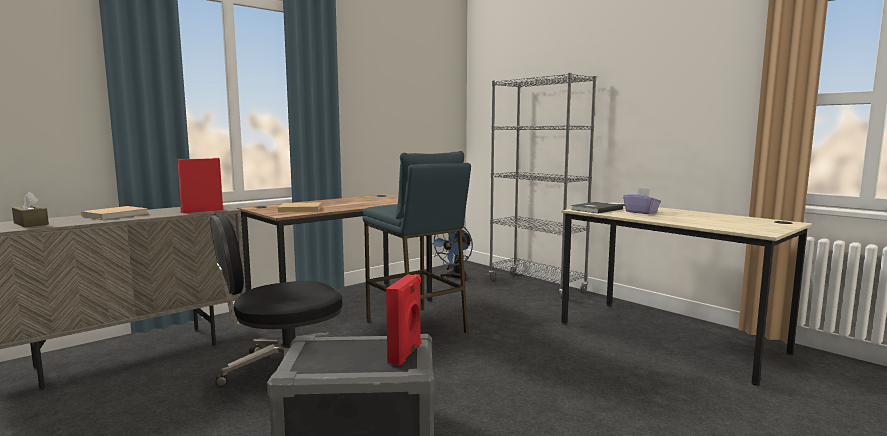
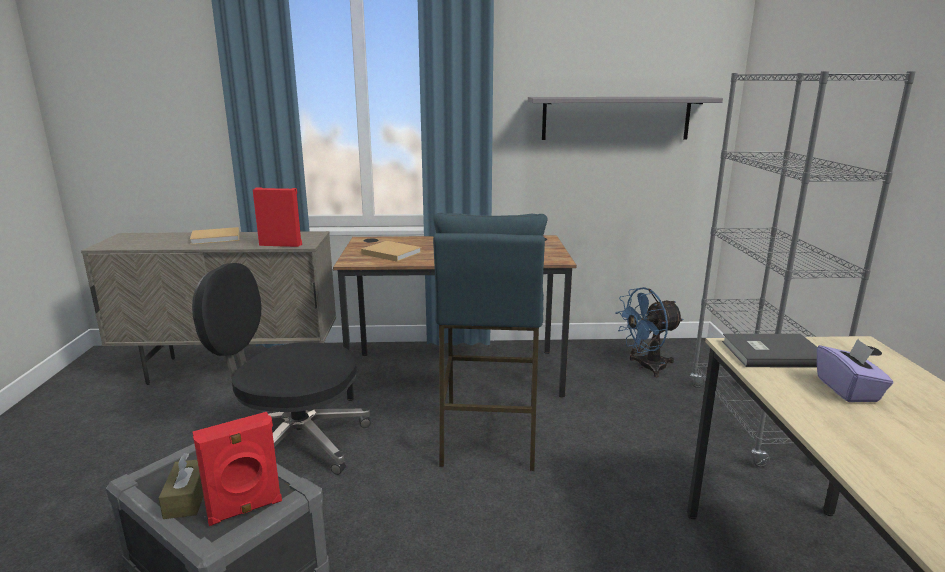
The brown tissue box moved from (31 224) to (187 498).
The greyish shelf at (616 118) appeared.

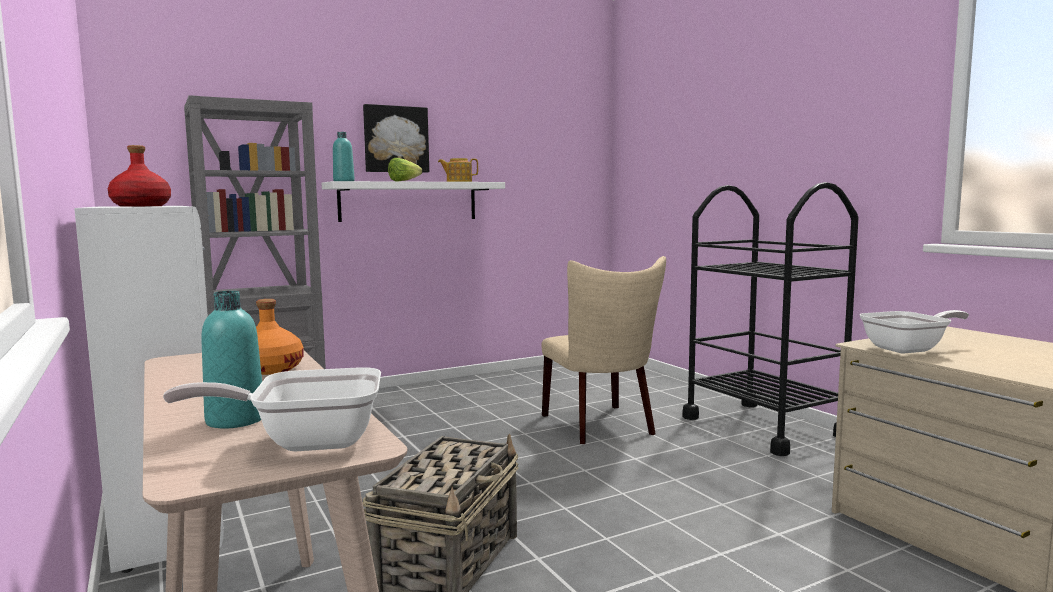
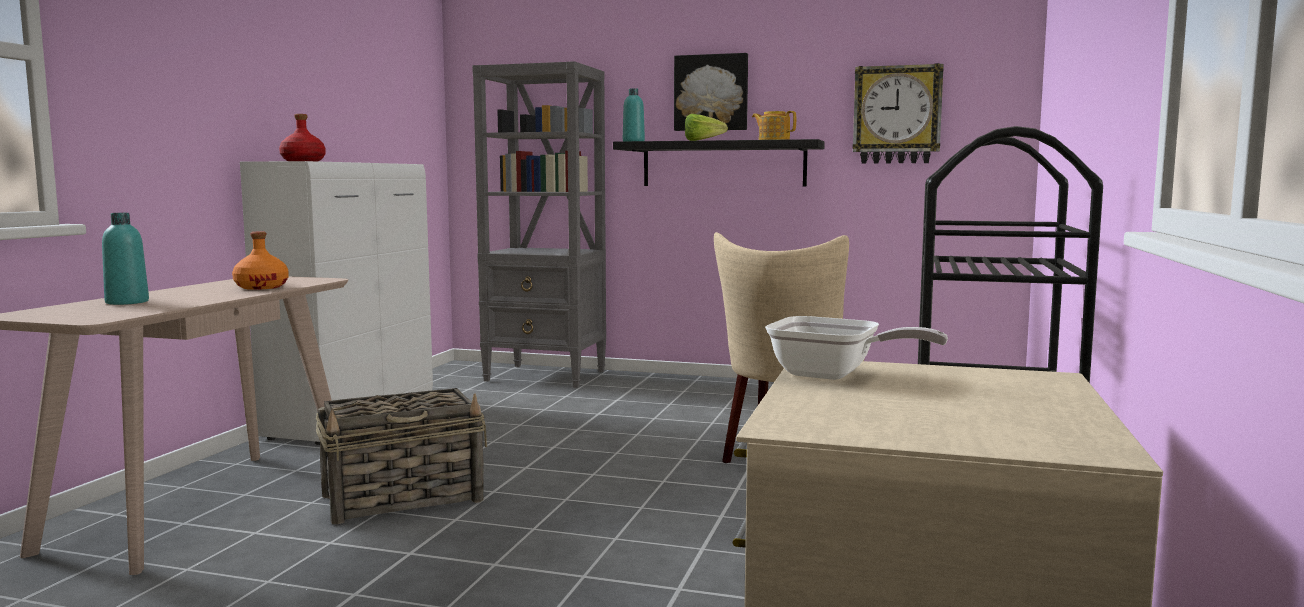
The whitish shelf at (409 201) became the blackish shelf at (723 164).
The hanging clock at (897 115) appeared.
The frying pan at (306 441) disappeared.

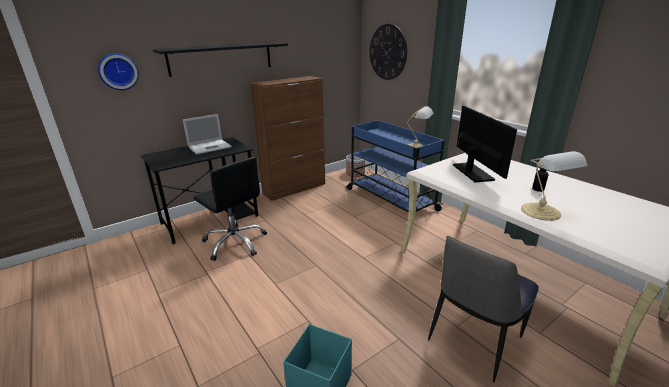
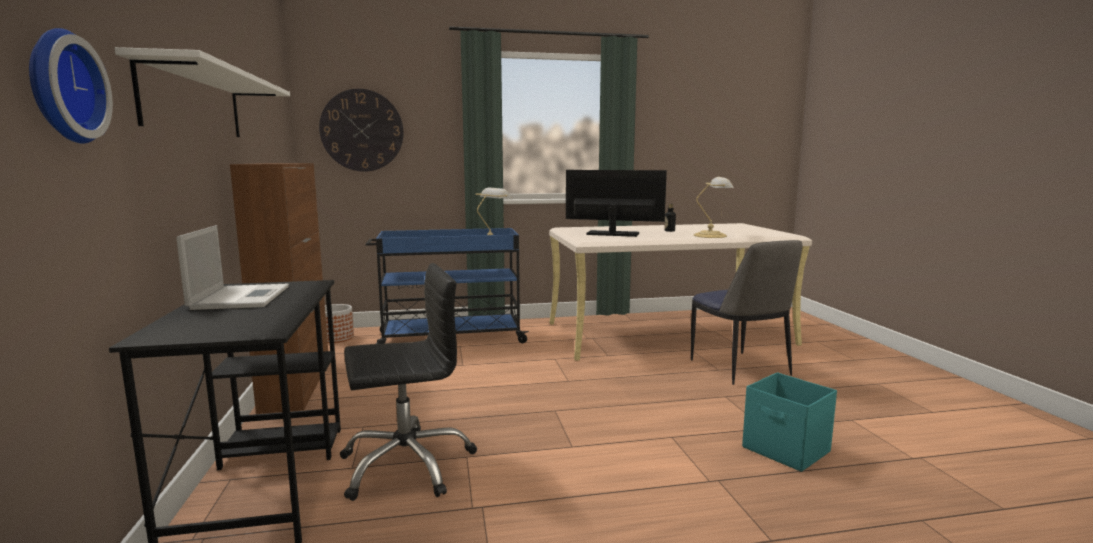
The blackish shelf at (221 58) became the whitish shelf at (194 103).

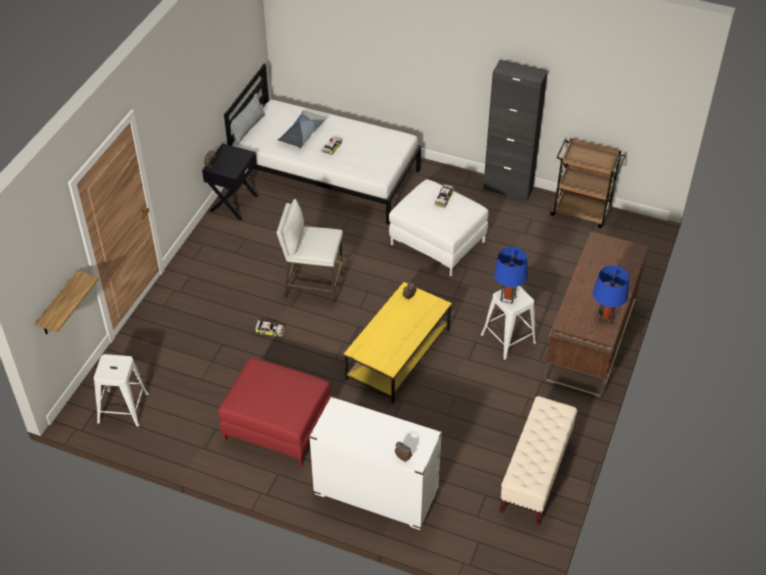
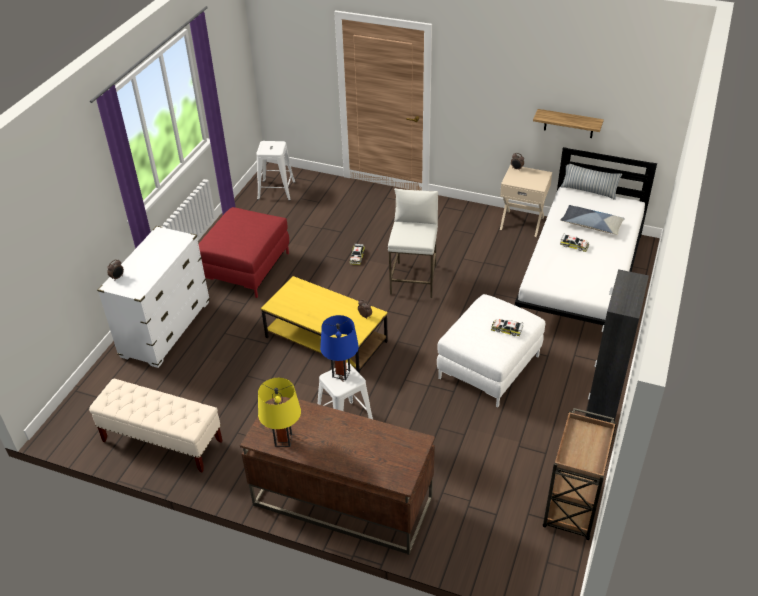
The bluish table lamp at (605 318) became the yellow-coloured table lamp at (283 440).
The blackish night table at (233 203) became the sand-coloured night table at (522 223).
The shelf moved from (58 305) to (569 123).

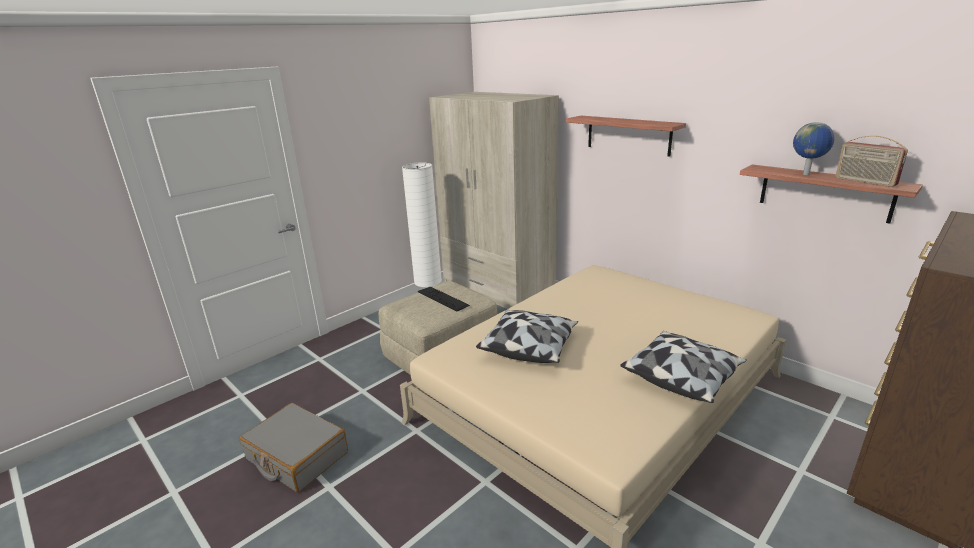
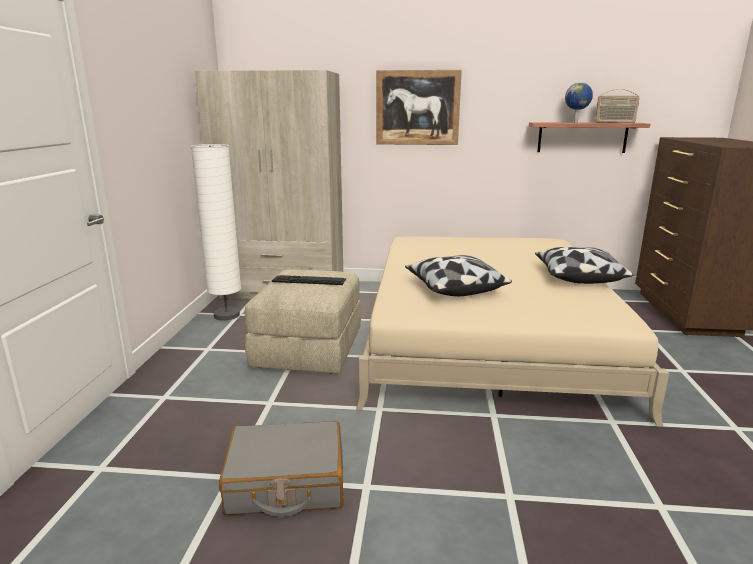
The shelf at (628 135) was replaced by the wall picture at (417 108).

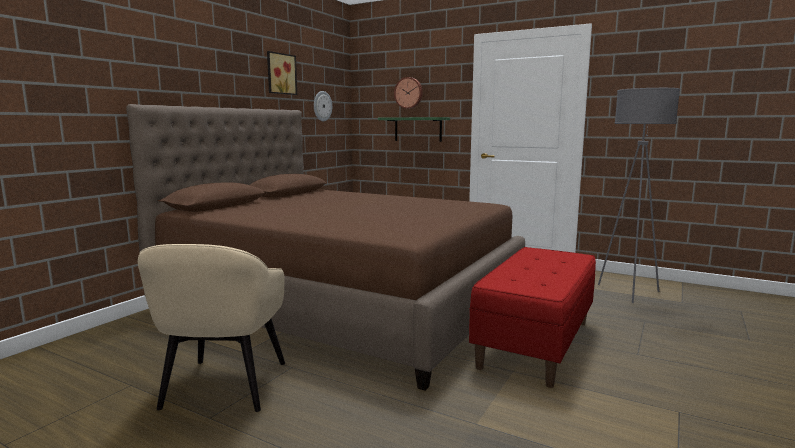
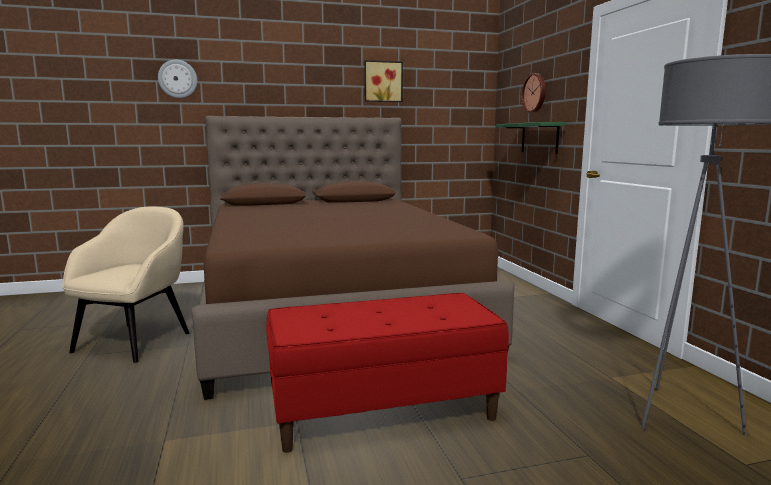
The sand-coloured lounge chair at (224 386) turned 150 degrees clockwise.
The hanging clock moved from (322 106) to (177 79).

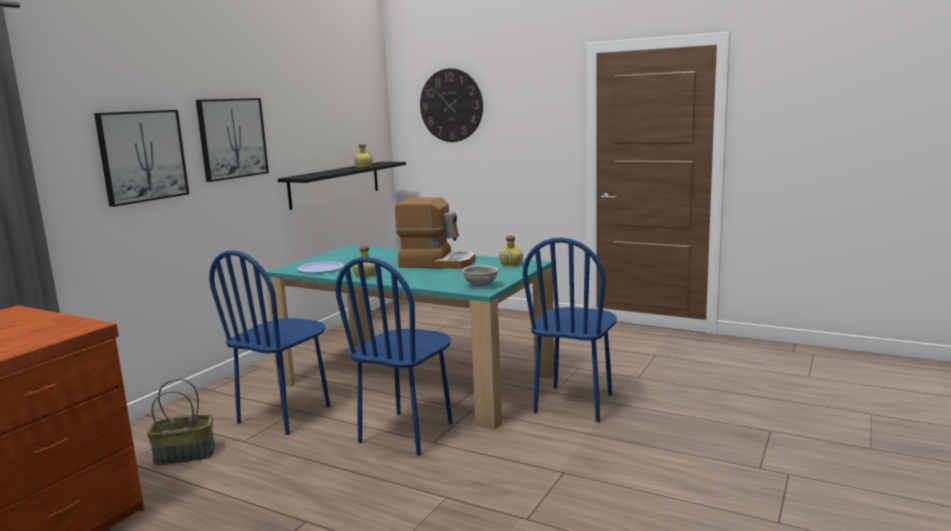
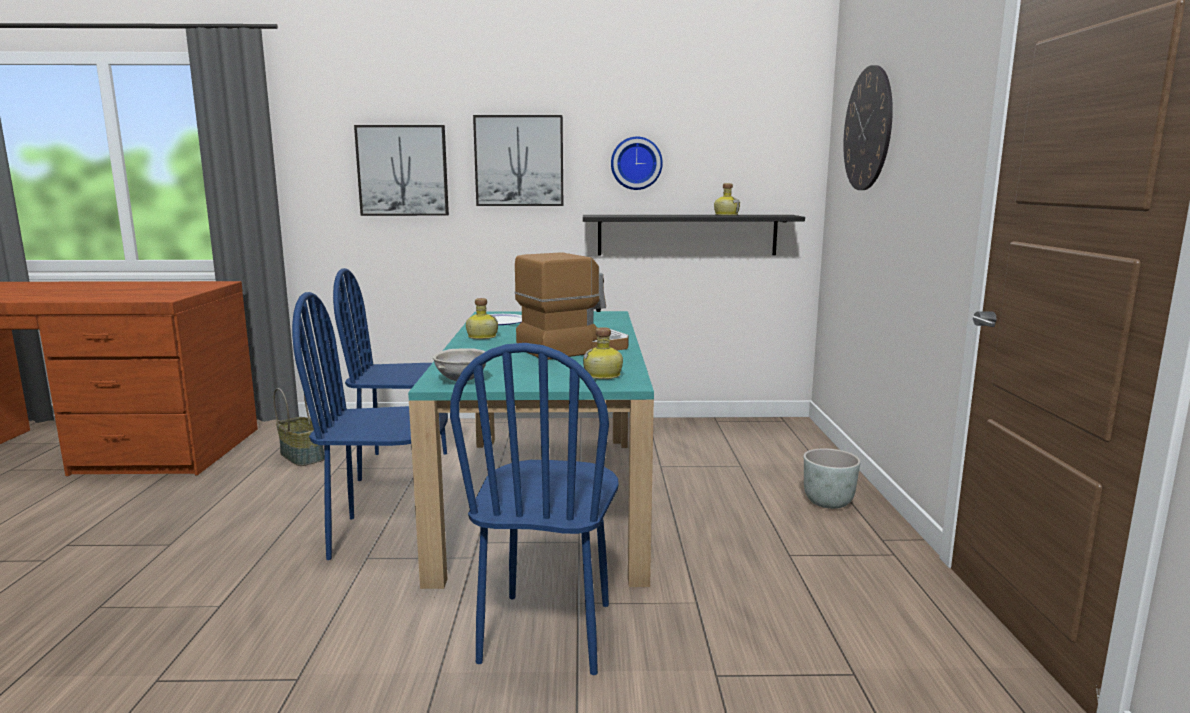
The bluish upright chair at (574 403) turned 75 degrees counterclockwise.
The coffee maker at (437 263) turned 105 degrees counterclockwise.
The hanging clock at (636 163) appeared.
The greyish flower pot at (828 502) appeared.

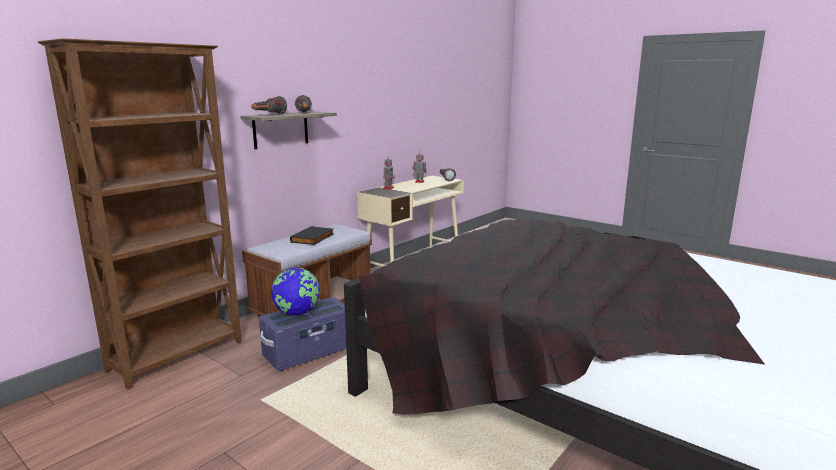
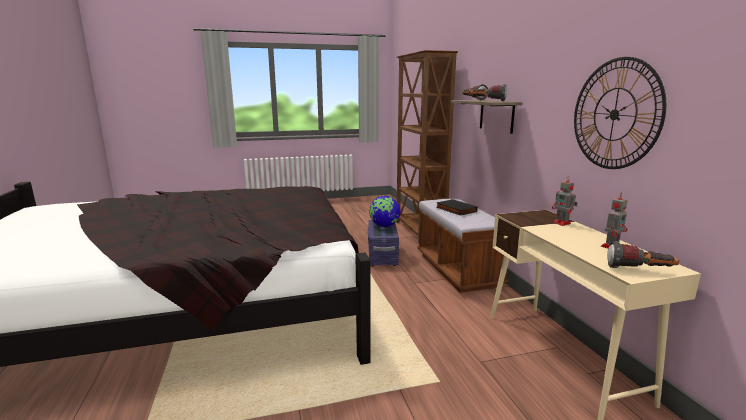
The hanging clock at (614 114) appeared.

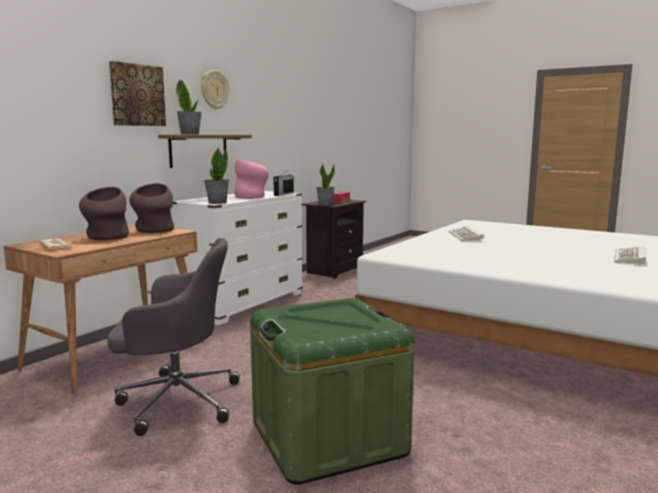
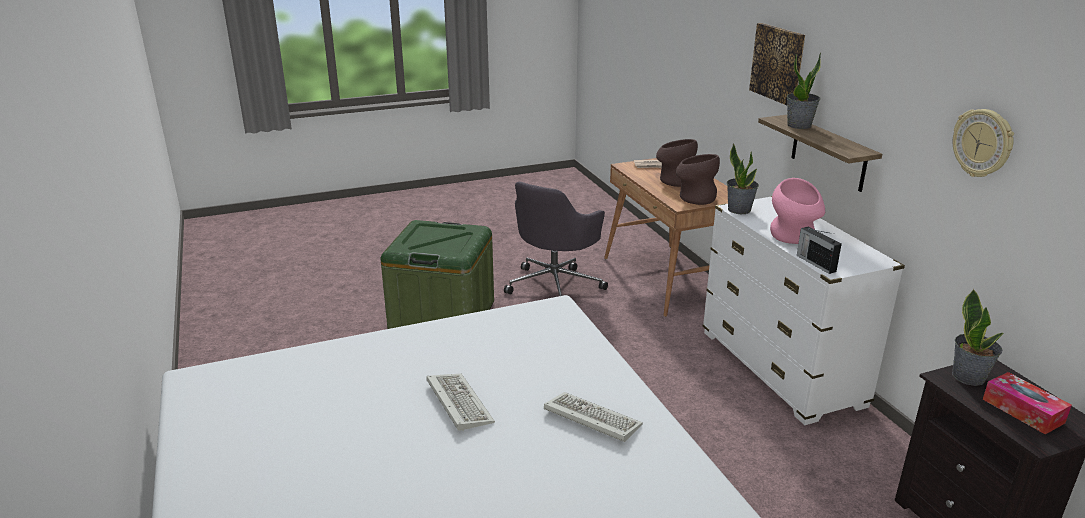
The computer keyboard moved from (631 258) to (457 402).
The hanging clock moved from (214 90) to (982 143).

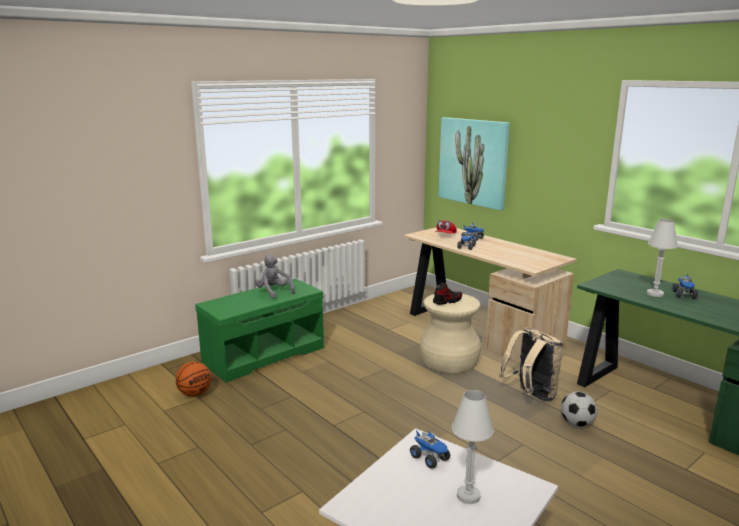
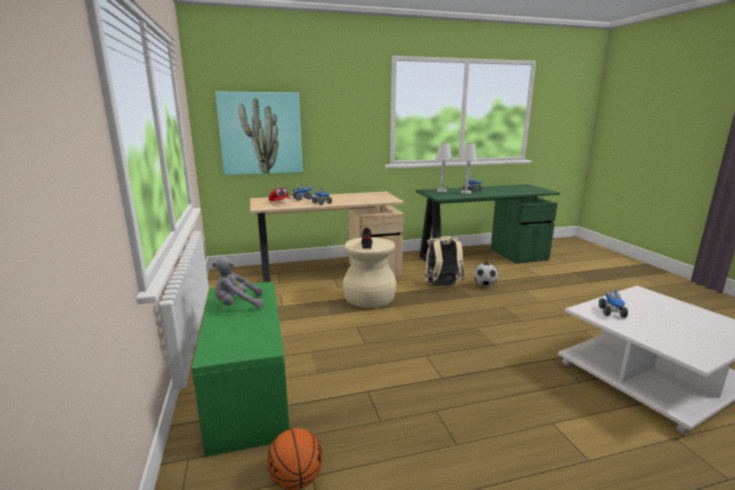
The whitish table lamp moved from (468 496) to (441 191).
The model truck at (430 458) turned 120 degrees clockwise.

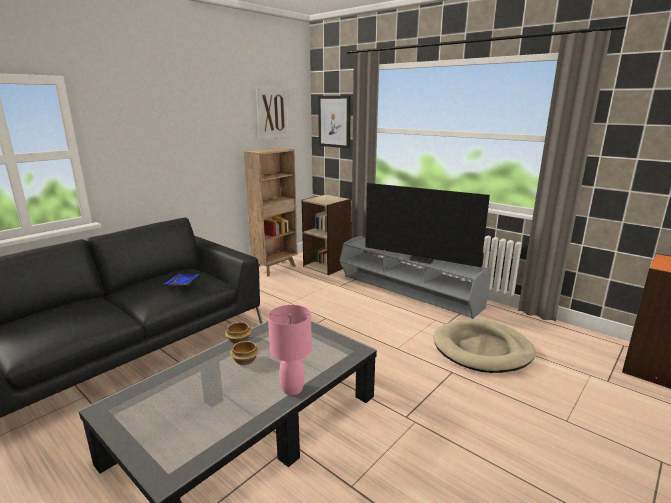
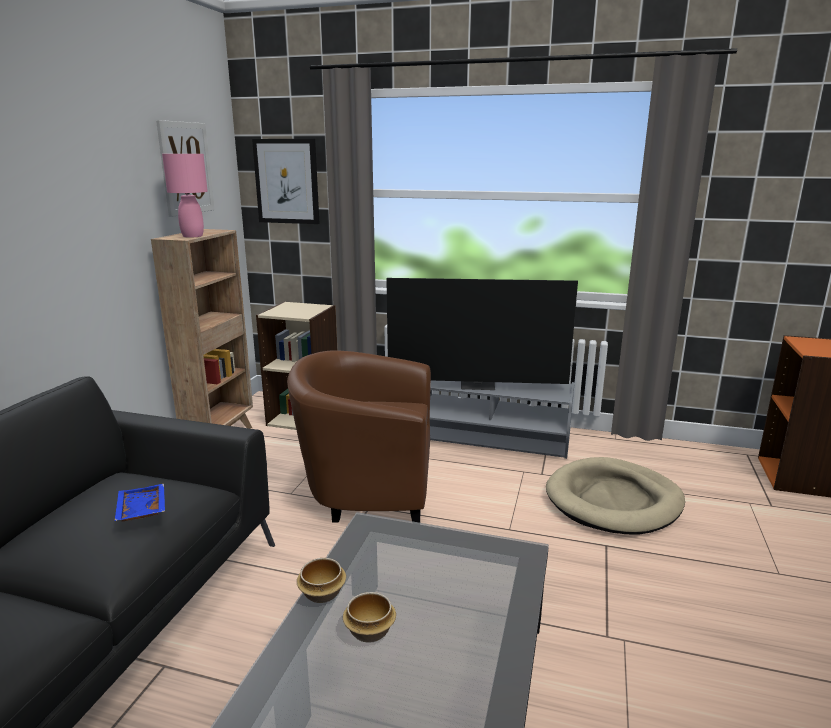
The pinkish table lamp moved from (292 389) to (192 236).
The brown lounge chair at (366 490) appeared.

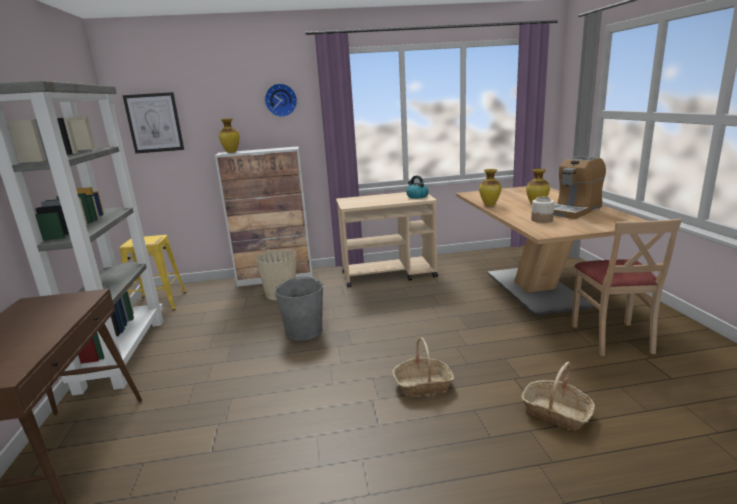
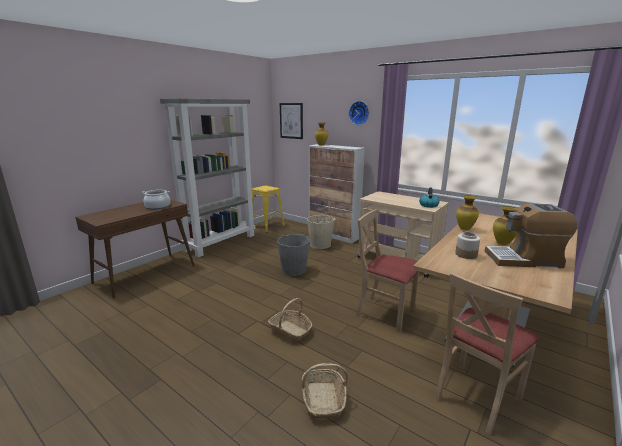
The cooking pot at (158 206) appeared.
The sand-coloured upright chair at (385 312) appeared.

